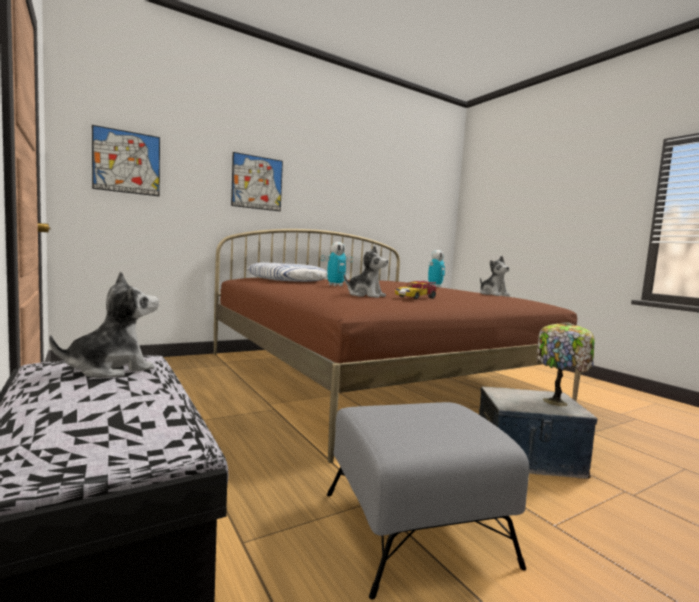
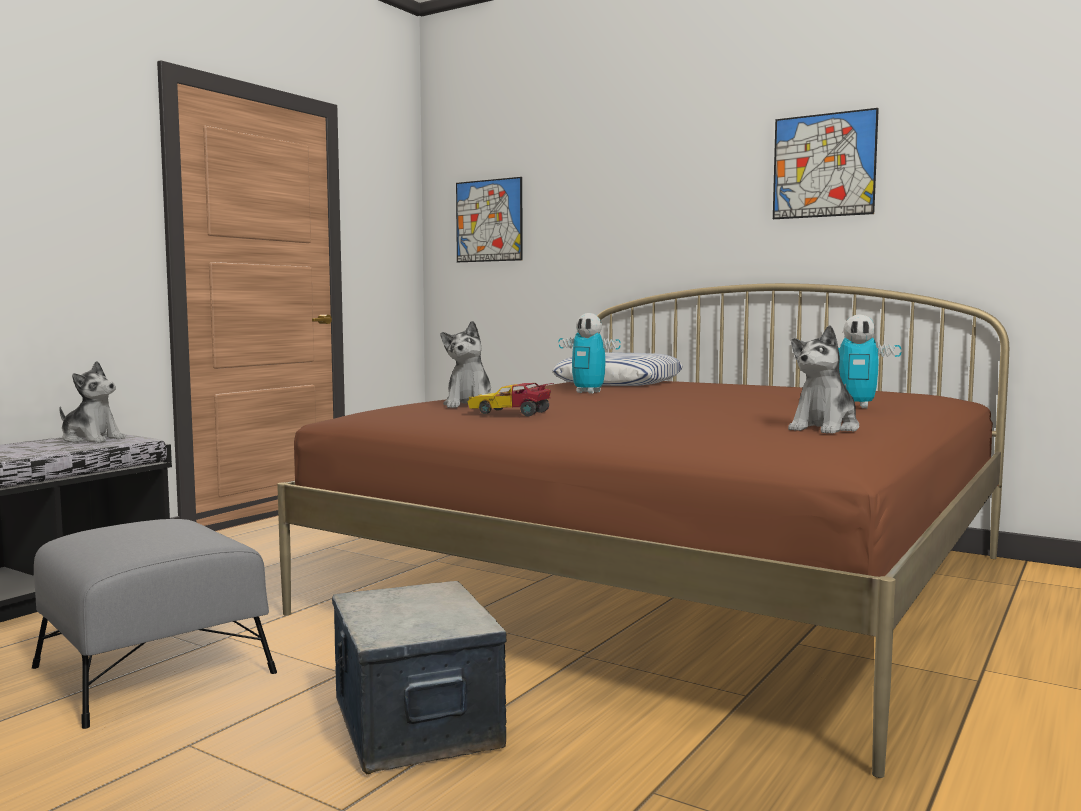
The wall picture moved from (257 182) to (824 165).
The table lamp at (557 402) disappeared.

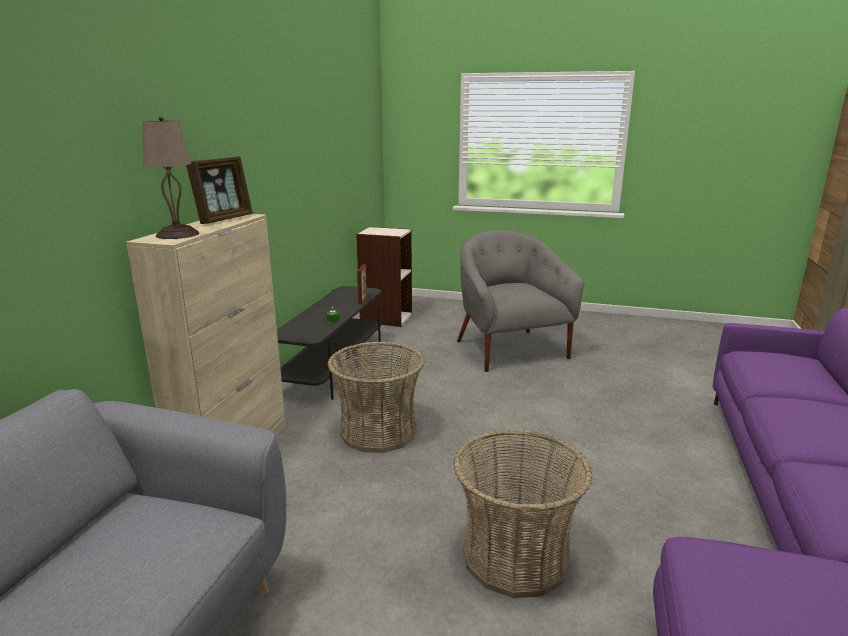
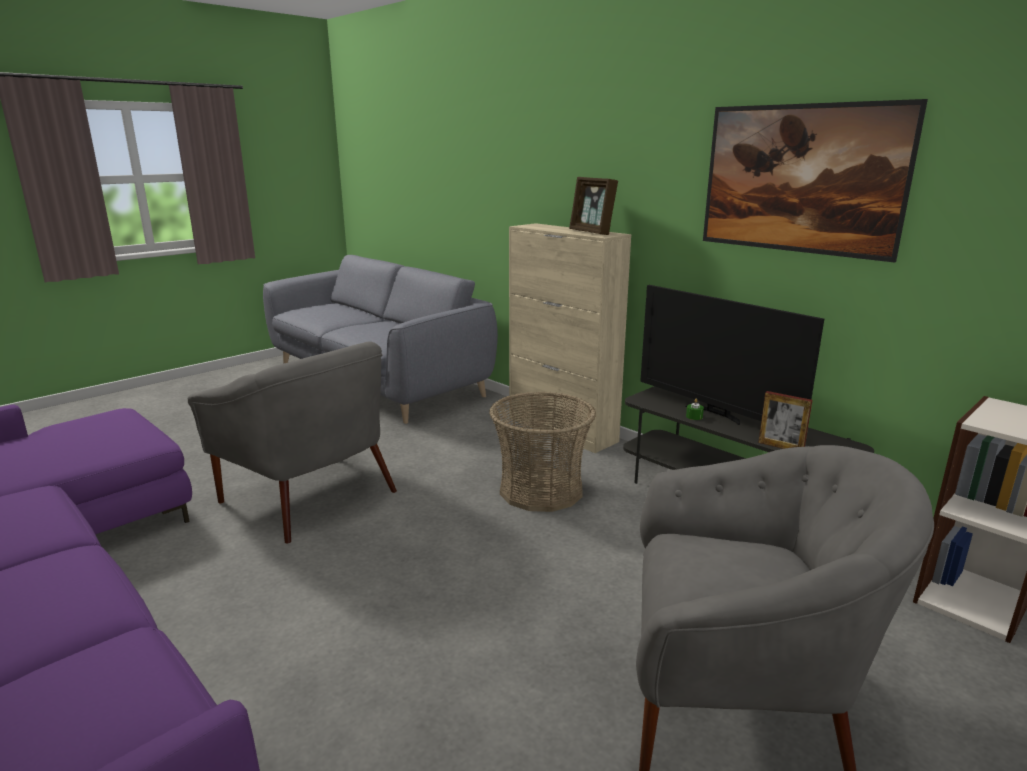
The basket at (515 557) was replaced by the greyish lounge chair at (311 496).
The TV at (716 414) appeared.
The wall picture at (795 215) appeared.
The sand-coloured table lamp at (177 234) disappeared.

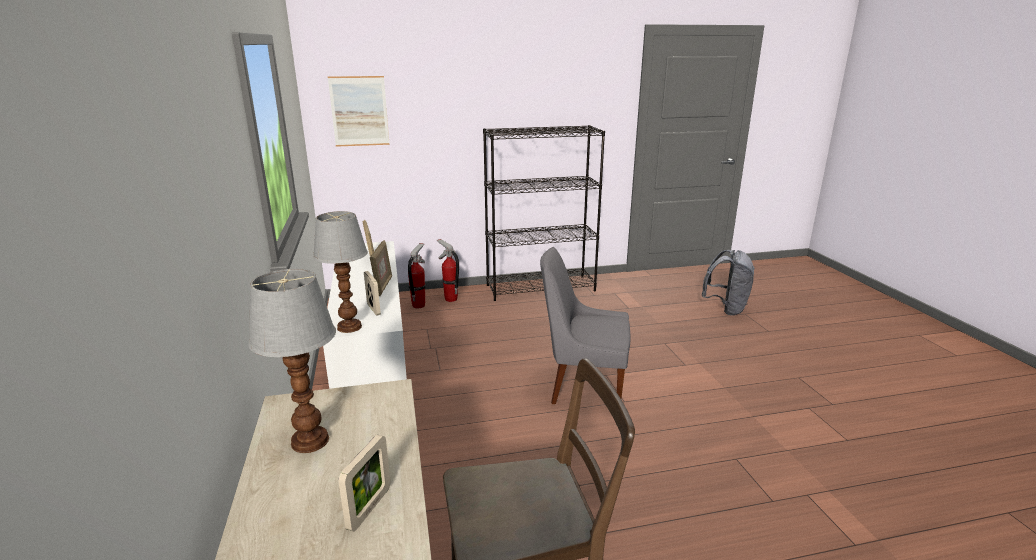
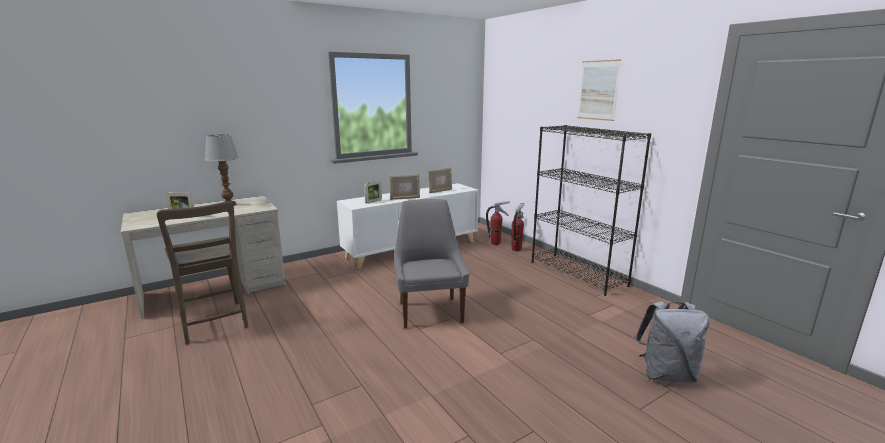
The wall picture moved from (359 111) to (598 90).
The table lamp at (349 327) disappeared.

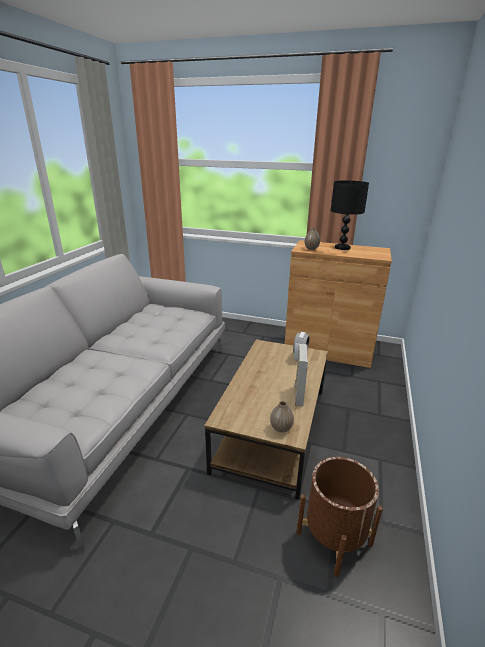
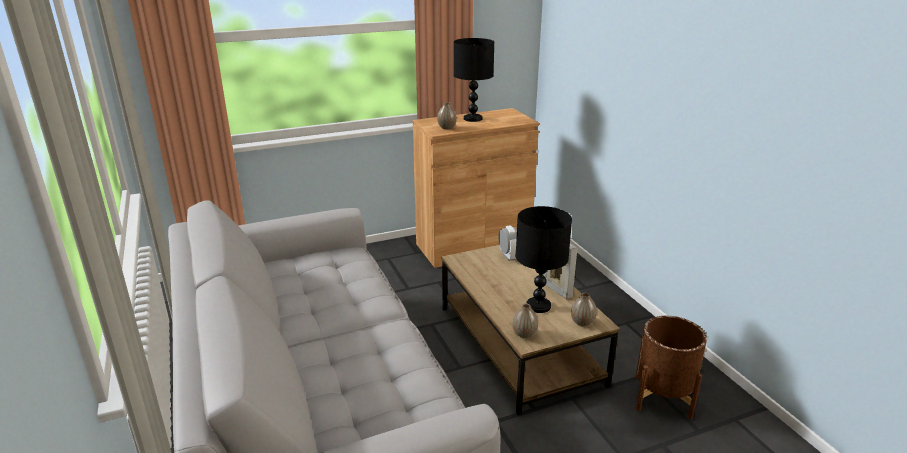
The decorative vase at (524 334) appeared.
The blackish table lamp at (538 306) appeared.

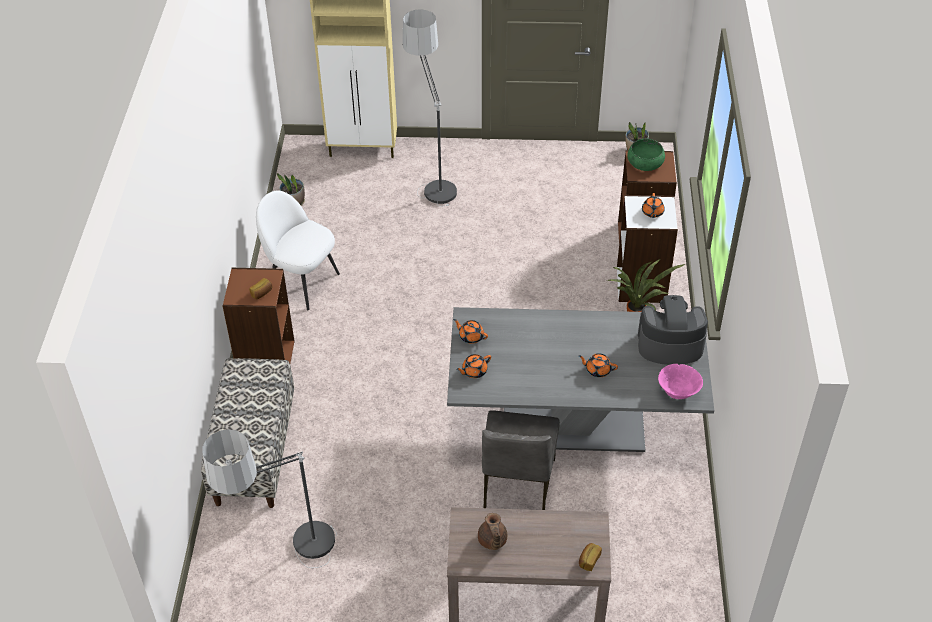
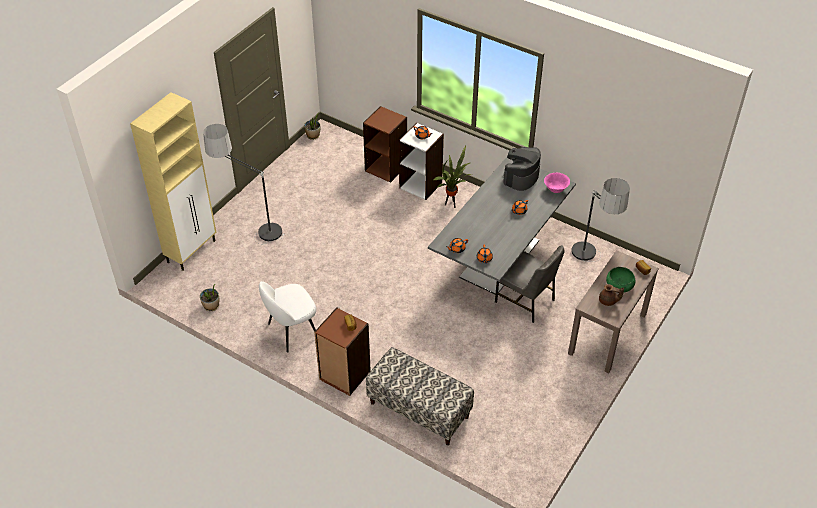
The floor lamp moved from (288 563) to (591 266).
The greenish deep dish moved from (645 163) to (619 285).

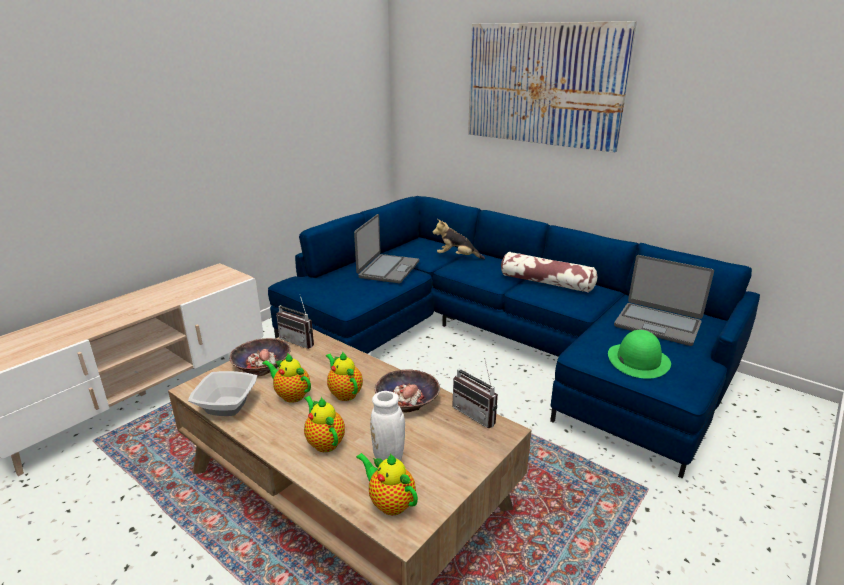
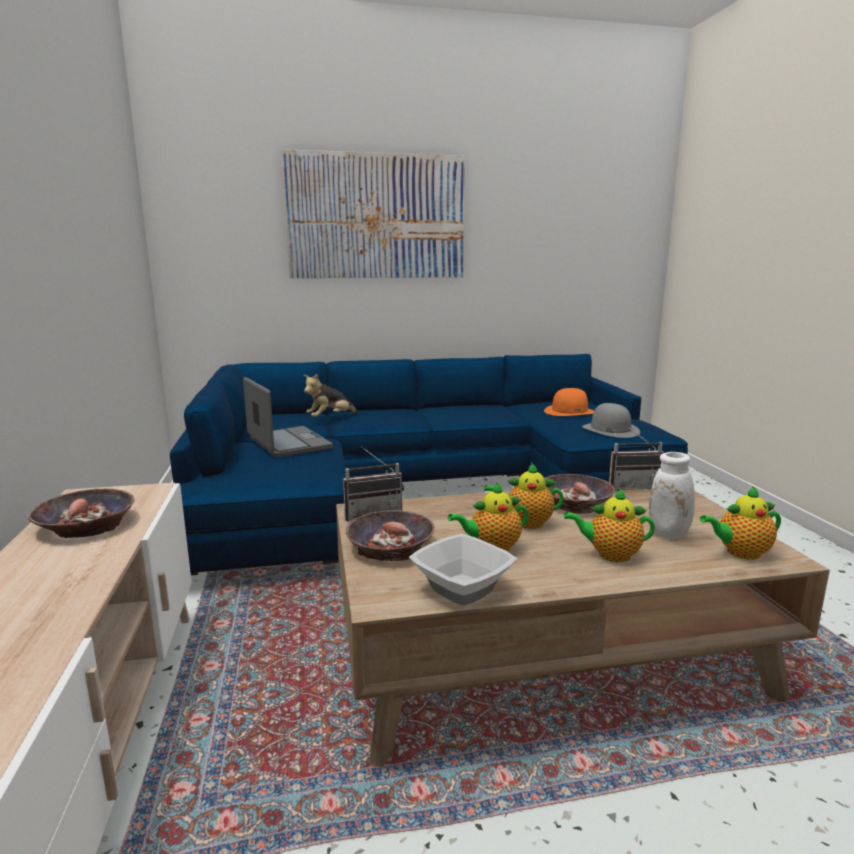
The deep dish at (86 524) appeared.
The portable computer at (657 324) was replaced by the orange-coloured hat at (569 411).
The greenish hat at (638 360) became the greyish hat at (610 430).
The pillow at (546 282) disappeared.

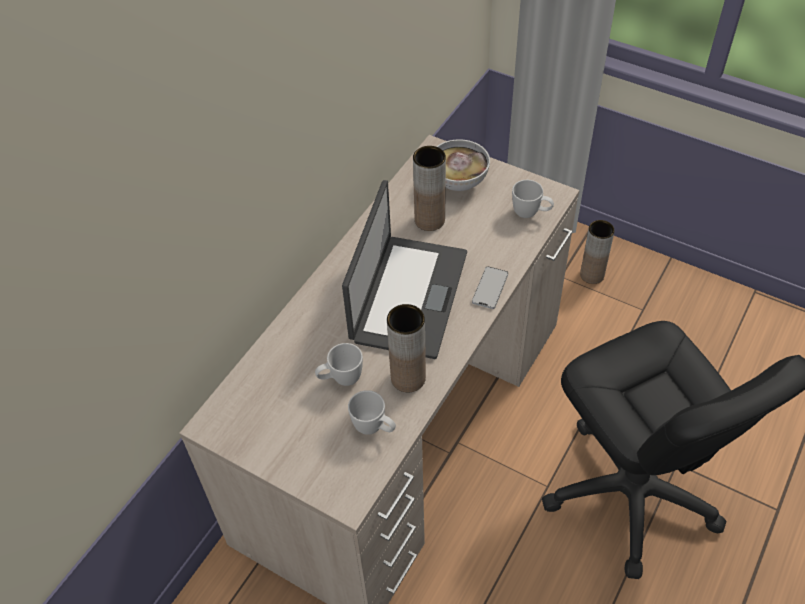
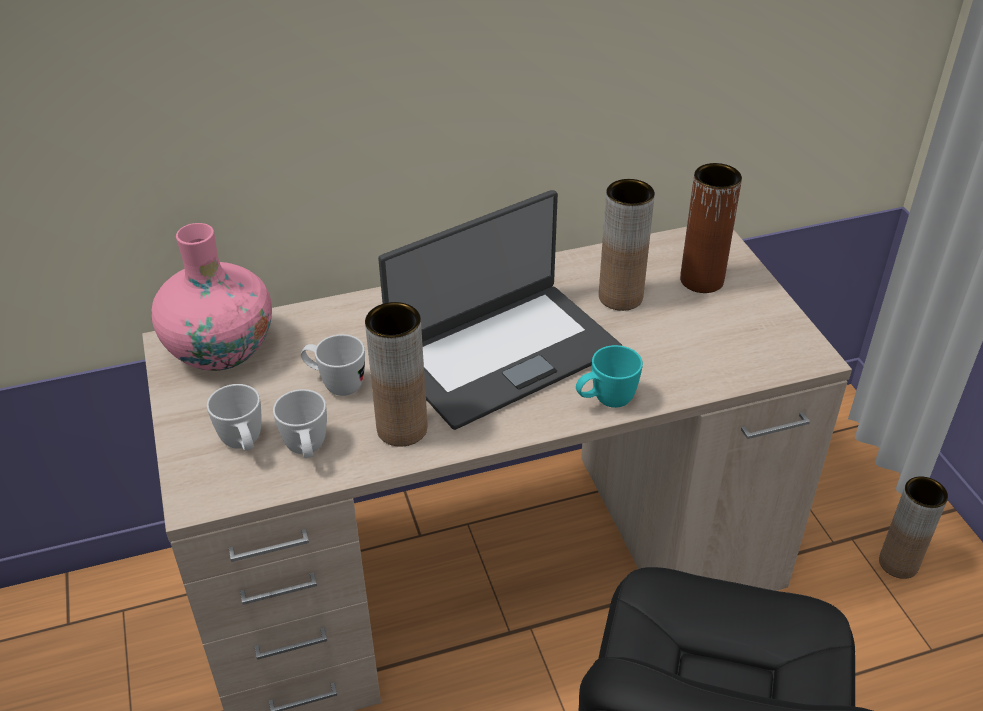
The pinkish decorative vase at (221 350) appeared.
The whitish mug moved from (531 213) to (244 445).
The phone at (490 288) was replaced by the blue-green mug at (605 401).
The deep dish at (459 182) was replaced by the brown decorative vase at (701 280).

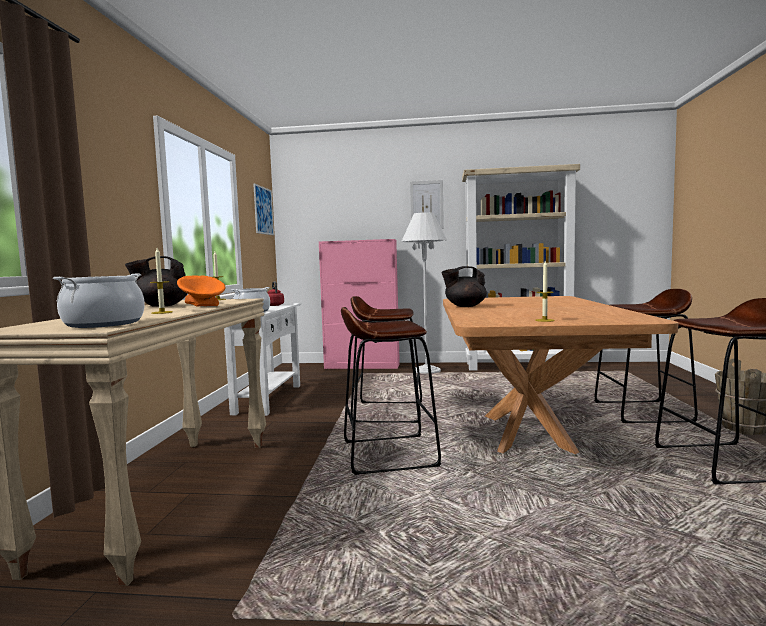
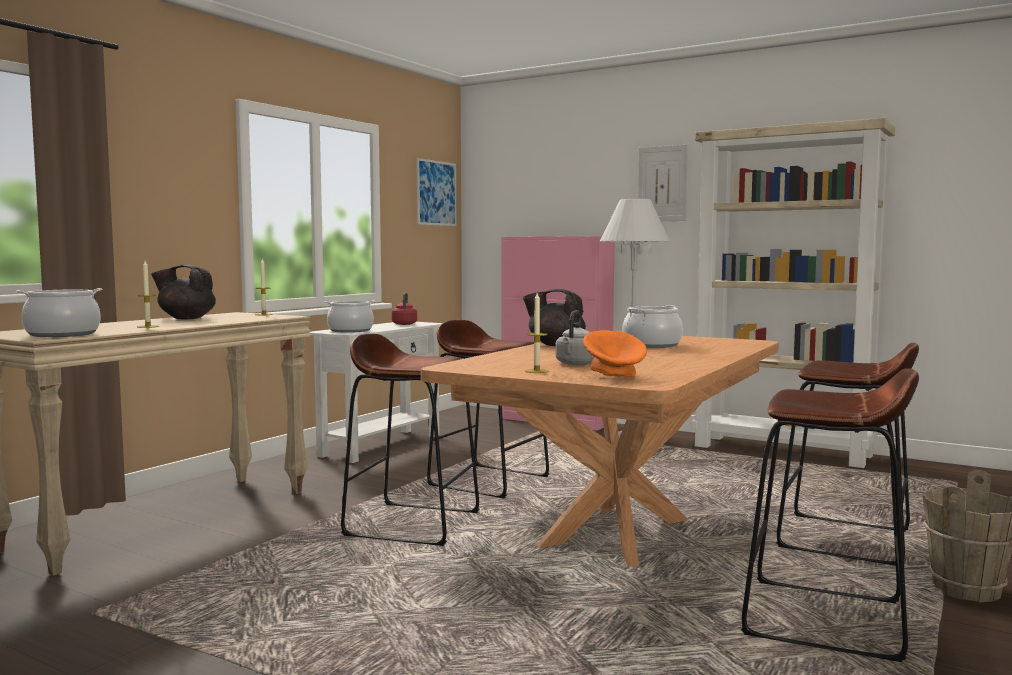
The greyish water kettle at (576 364) appeared.
The orange-coloured deep dish moved from (203 307) to (615 377).
The cooking pot at (652 345) appeared.

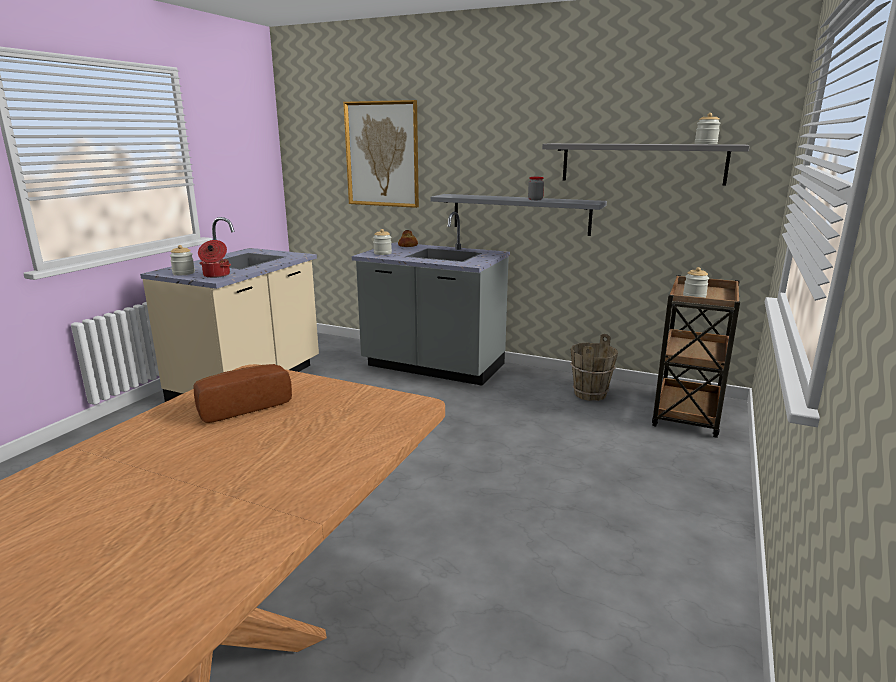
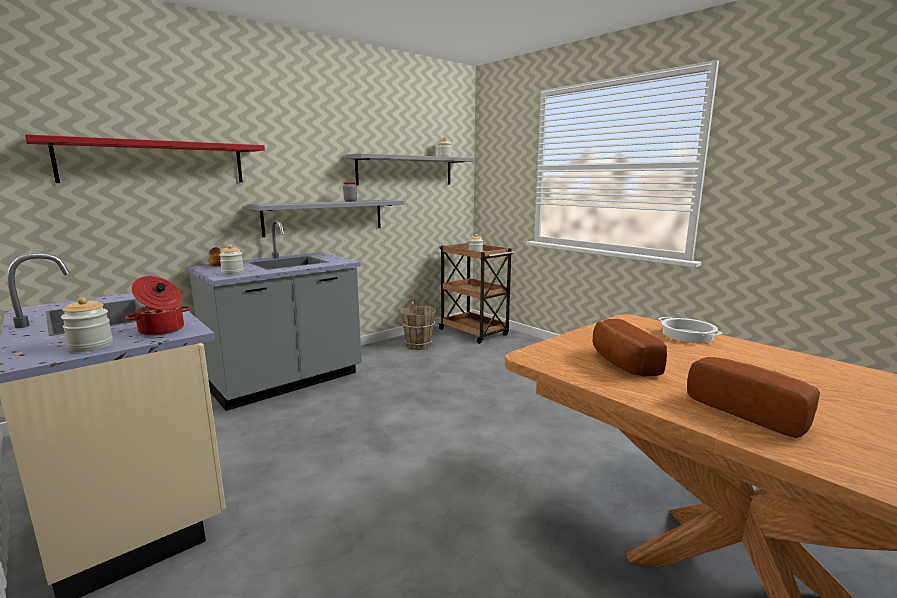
The wall picture at (382 154) was replaced by the red shelf at (156 162).
The cooking pot at (688 335) appeared.
The baked bread at (750 411) appeared.

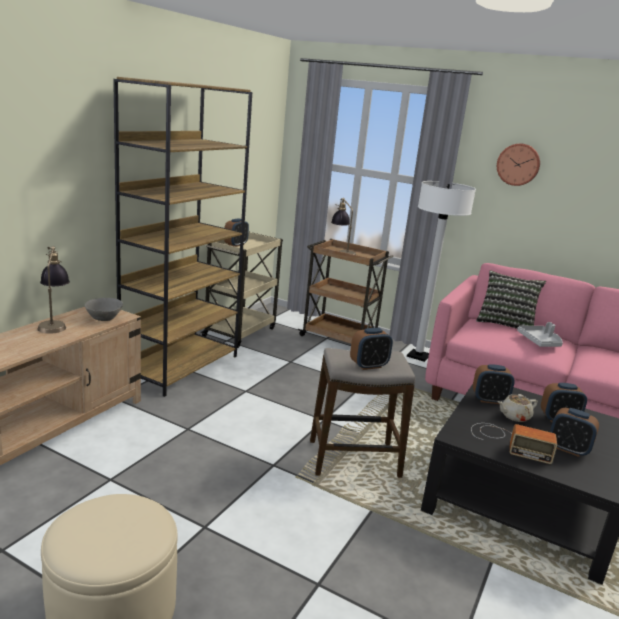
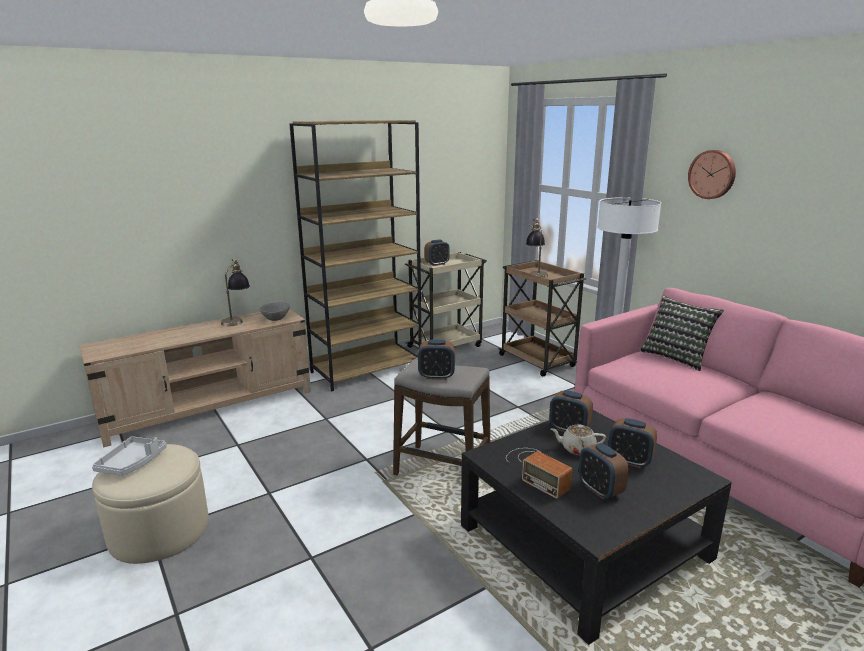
The greyish carrying tray moved from (540 341) to (132 463).

